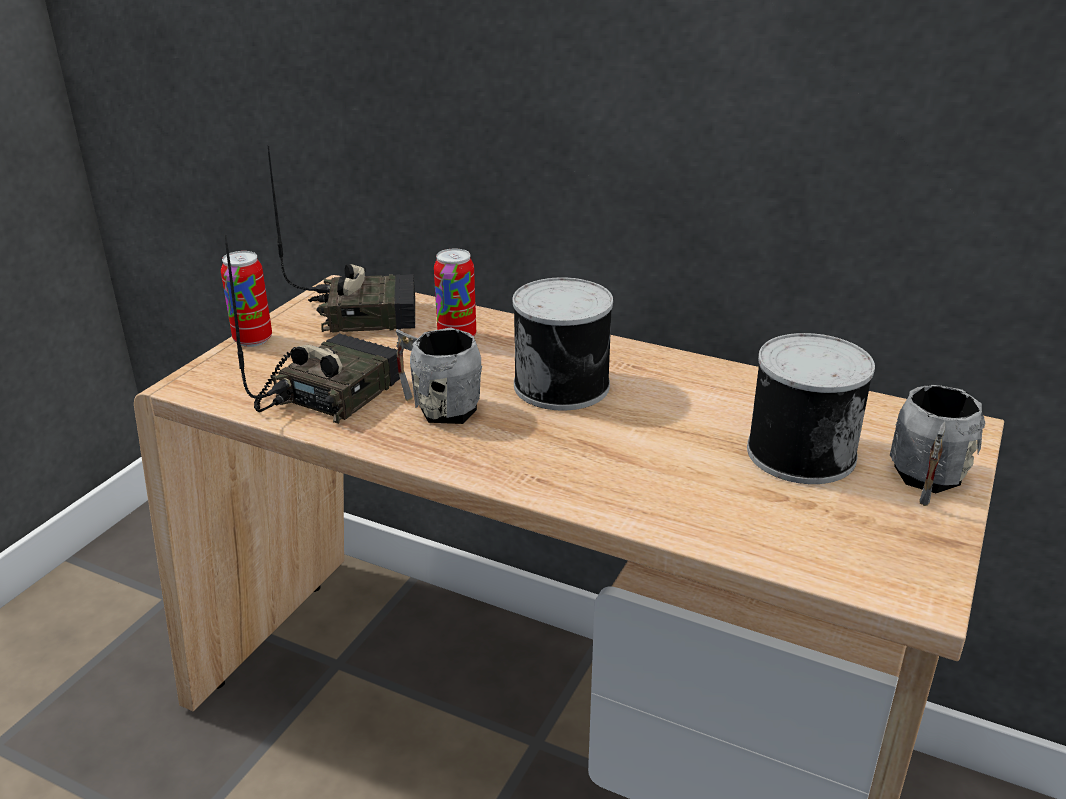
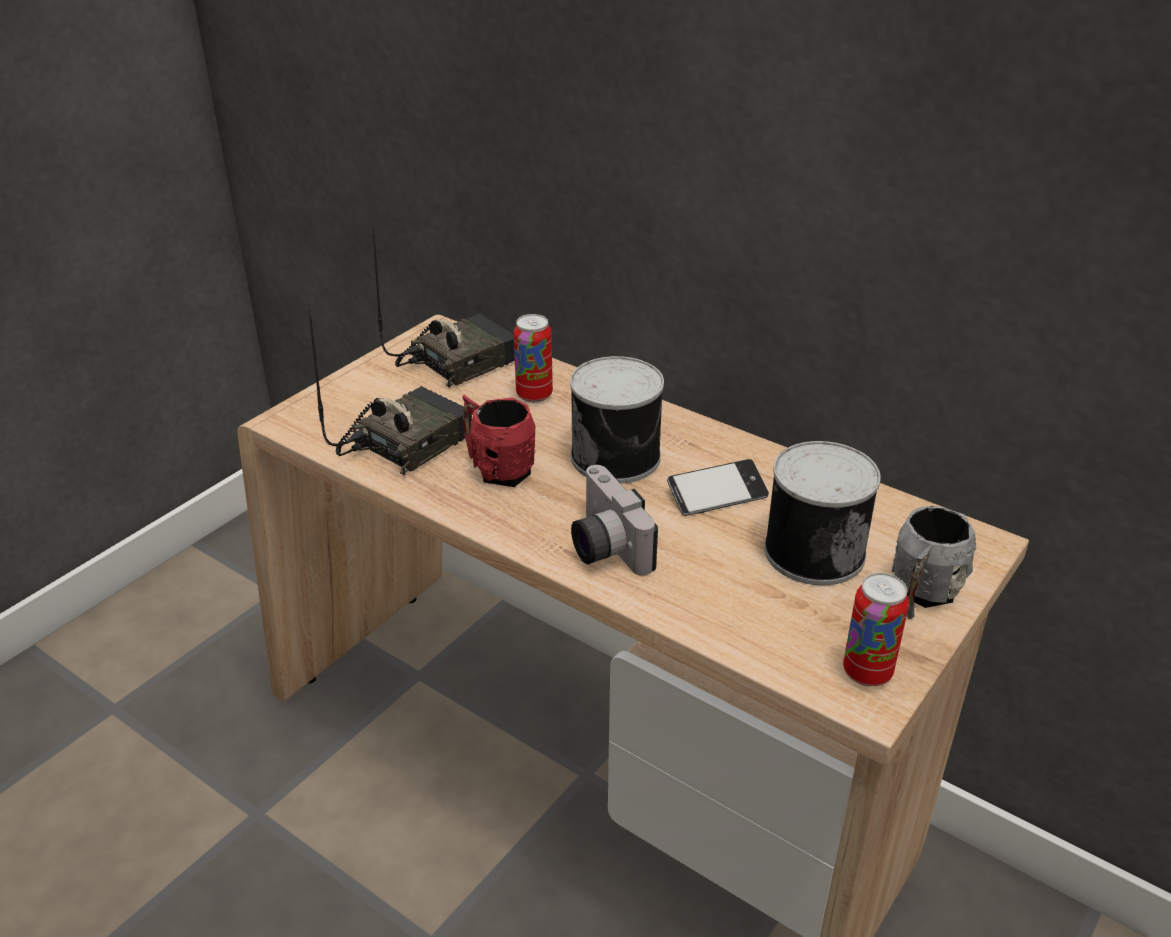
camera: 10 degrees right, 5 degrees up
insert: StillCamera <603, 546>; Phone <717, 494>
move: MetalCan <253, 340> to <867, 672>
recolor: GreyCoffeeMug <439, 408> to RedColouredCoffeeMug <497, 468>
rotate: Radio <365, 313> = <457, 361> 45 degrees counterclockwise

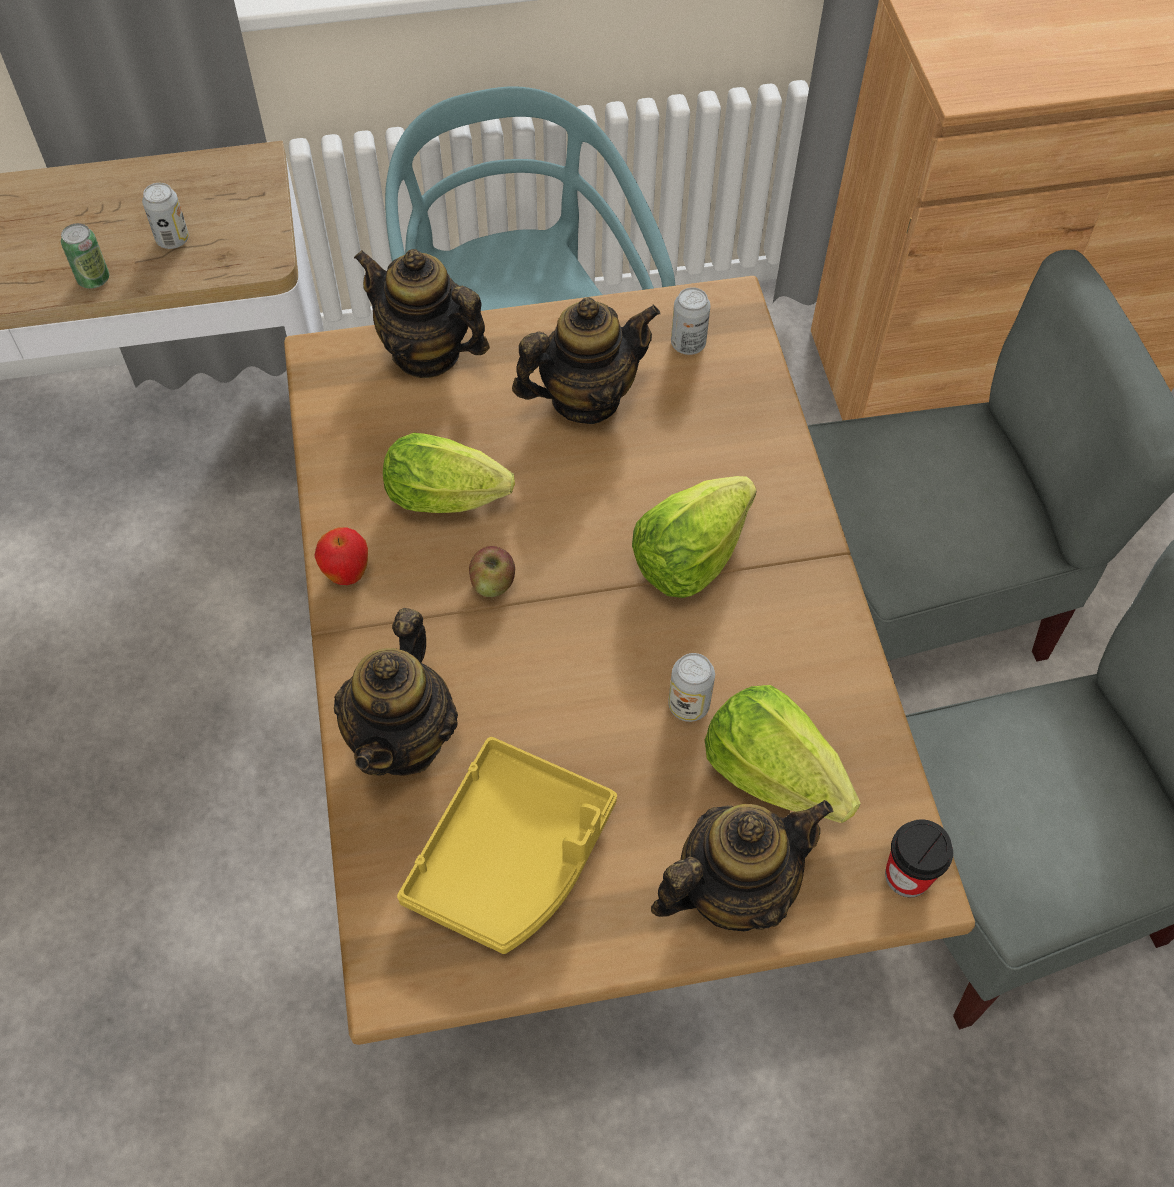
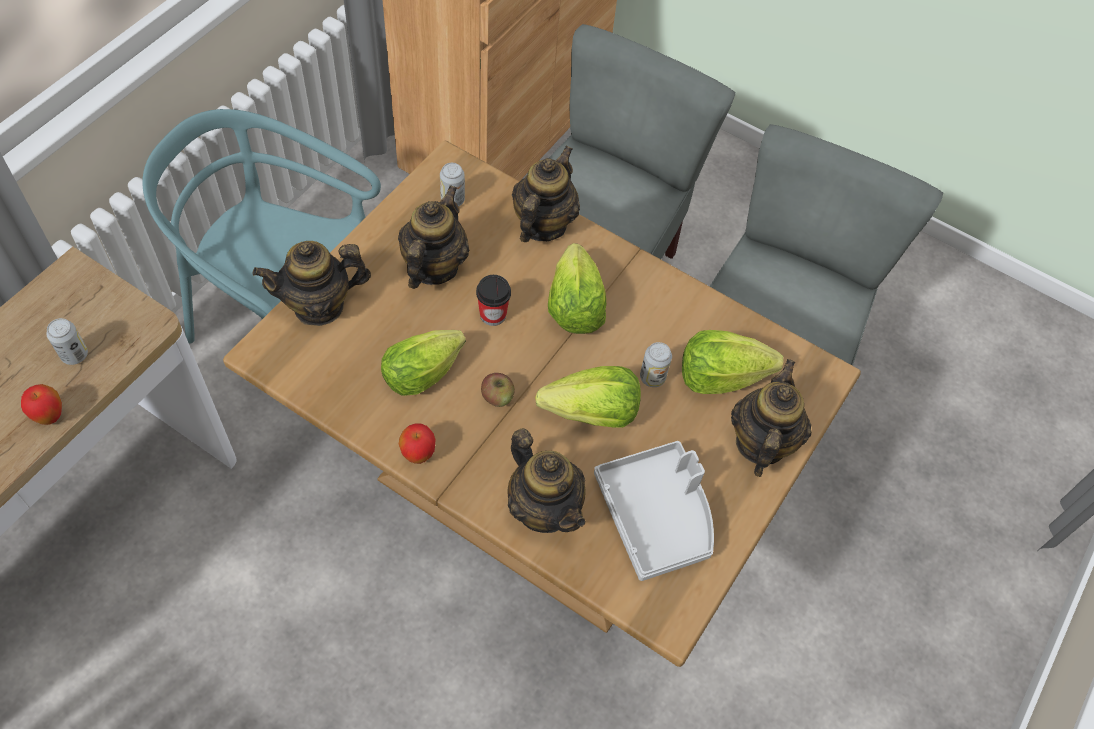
camera: 50 degrees left, 0 degrees up
insert: TeaPot <542, 224>; Lettuce <592, 414>
move: SmallCup <907, 875> to <493, 315>
replace: MetalCan <93, 279> to Apple <50, 416>
recolor: YellowCarryingTray <512, 857> to GreyCarryingTray <657, 515>

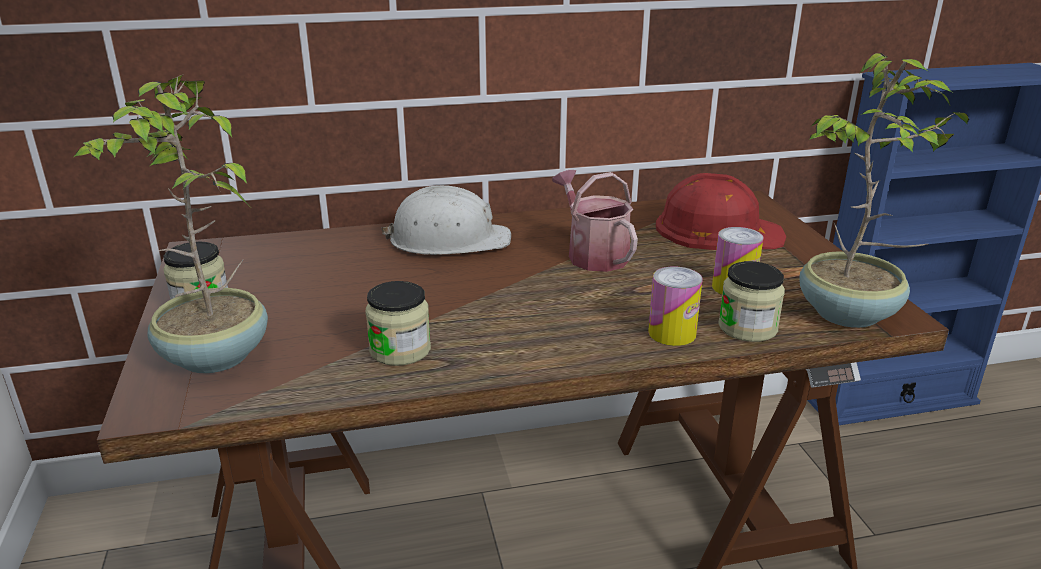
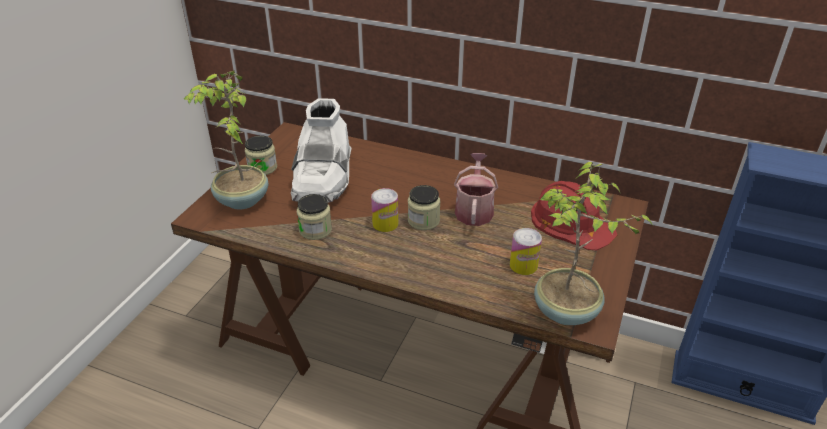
camera: 35 degrees right, 10 degrees up
delete: WhiteHardHat <449, 240>
insert: WhiteBoot <323, 179>
move: MetalCan <672, 333> to <385, 224>; Jar <747, 327> to <423, 221>

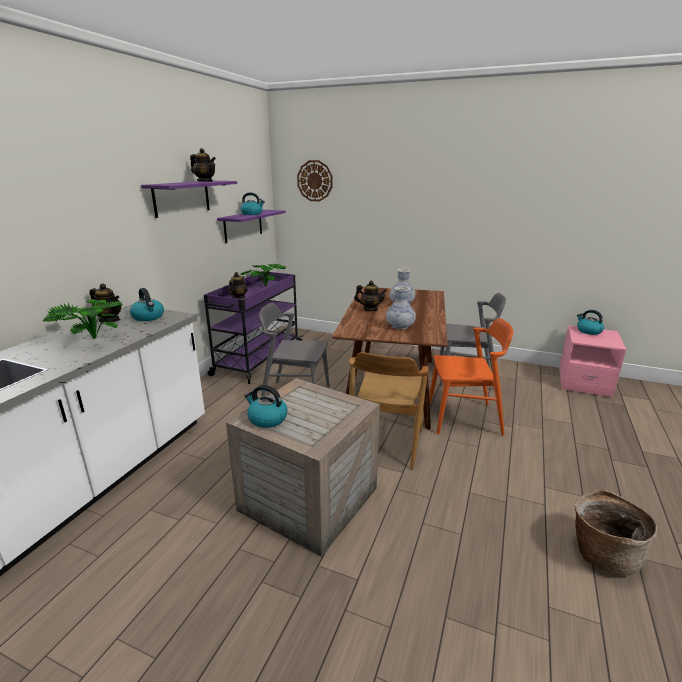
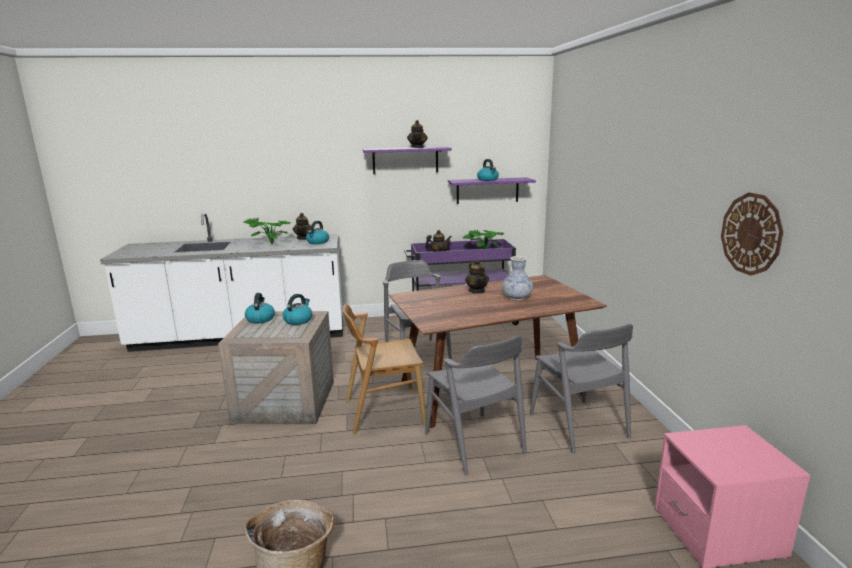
camera: 60 degrees right, 5 degrees down
delete: Vase <400, 326>
move: TeaKettle <588, 331> to <298, 320>; WallClock <315, 181> to <751, 234>
recolor: OrangePlainChair <464, 418> to GreyPlainChair <474, 443>

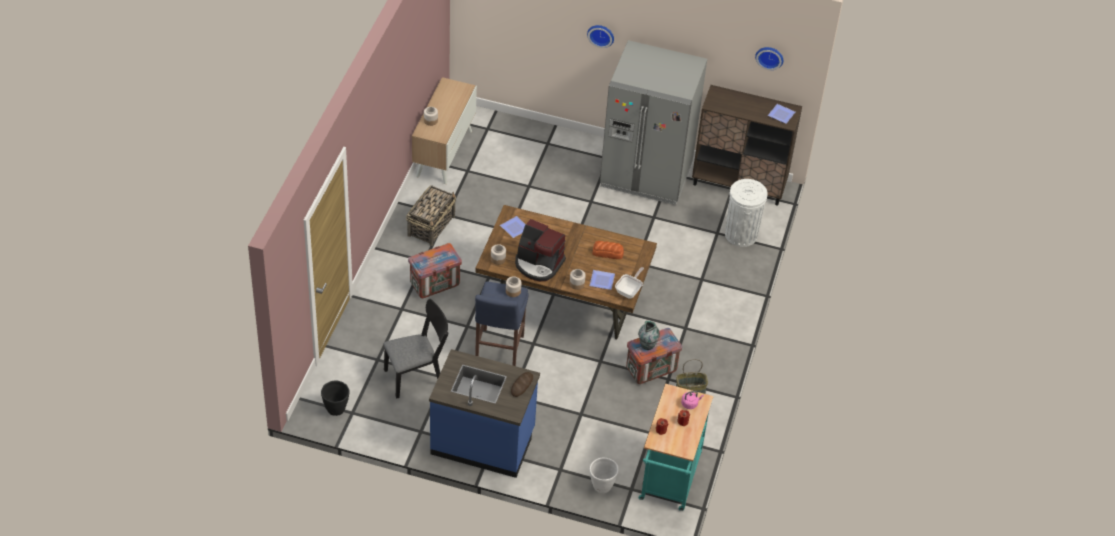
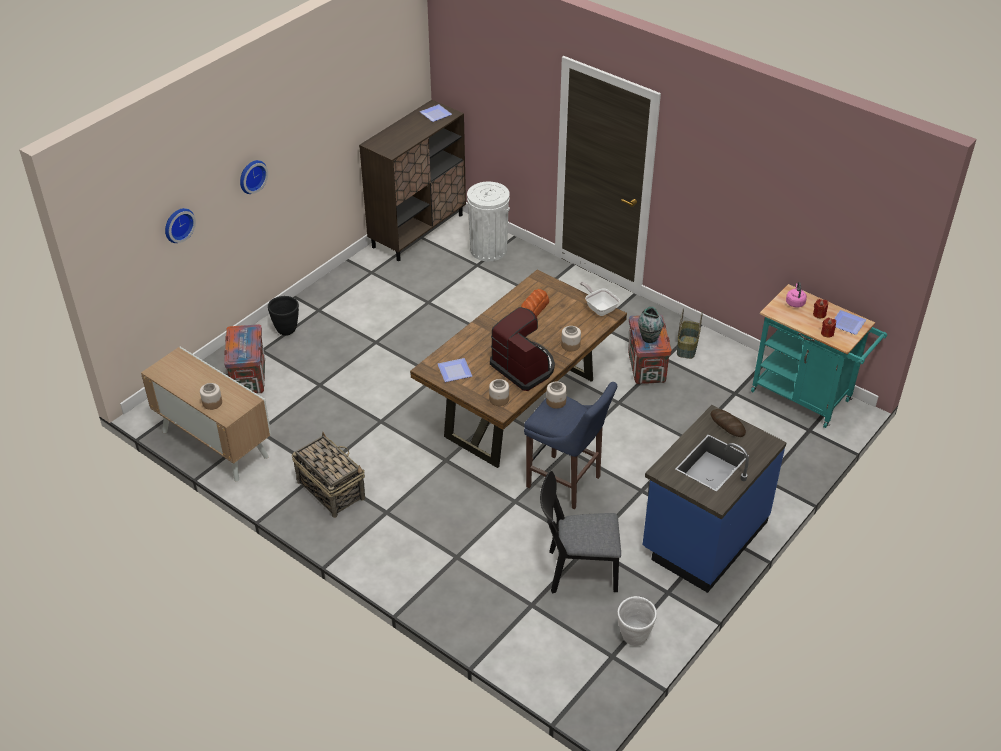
camera: 65 degrees left, 5 degrees down
delete: GreyKitchenFridge <646, 174>
move: WallClock <770, 56> to <177, 224>; ShippingCrate <435, 284> to <249, 377>; BlackishFlowerPot <336, 409> to <286, 330>; WhiteFlowerPot <601, 486> to <634, 637>; FlatDish <602, 281> to <849, 323>
rotate: CoffeeMaker <538, 264> = <524, 367> 90 degrees counterclockwise; BlackishPlainChair <417, 376> = <576, 571> 90 degrees counterclockwise

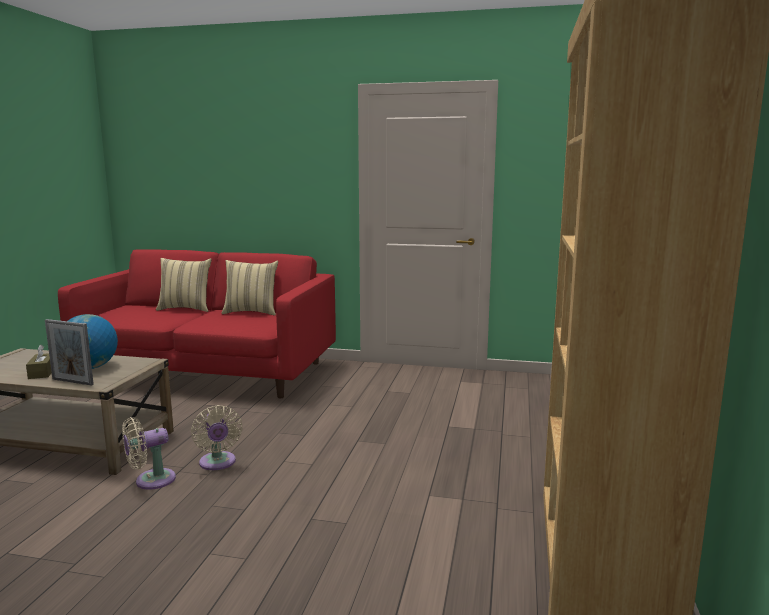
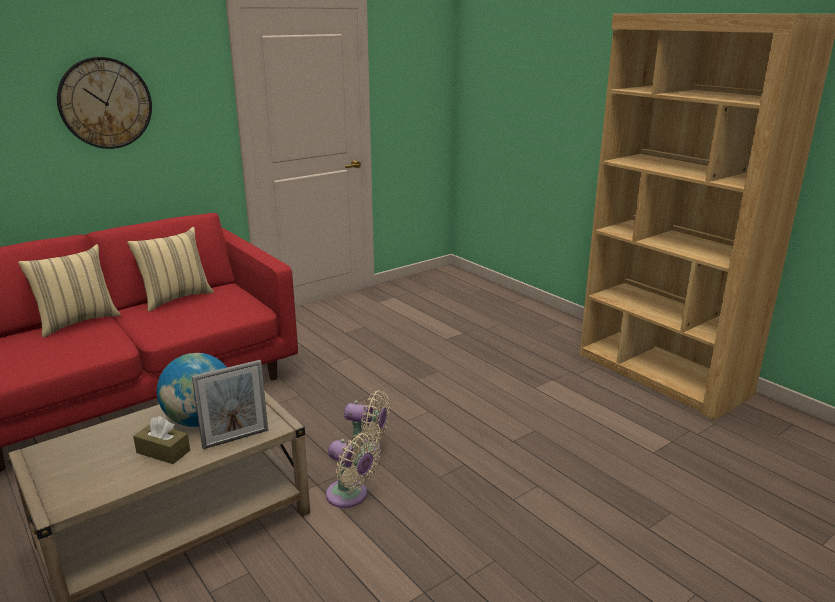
camera: 50 degrees left, 10 degrees up
insert: WallClock <105, 103>
rotate: SandColouredFan <151, 481> = <350, 496> 60 degrees counterclockwise

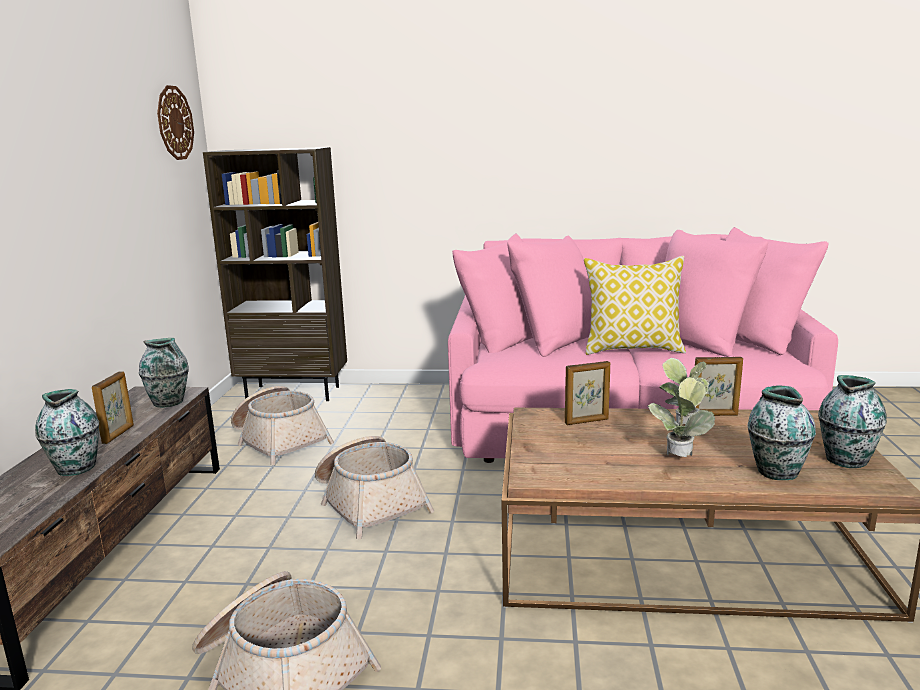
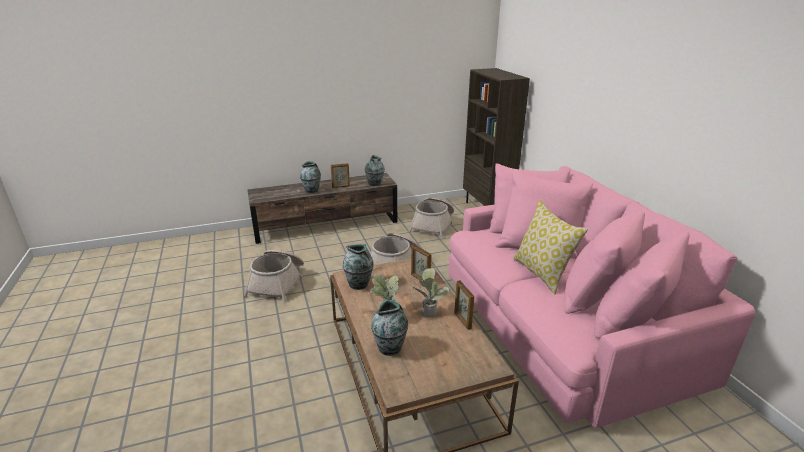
camera: 65 degrees right, 10 degrees up
delete: WallClock <175, 123>
move: Vase <846, 460> to <359, 284>

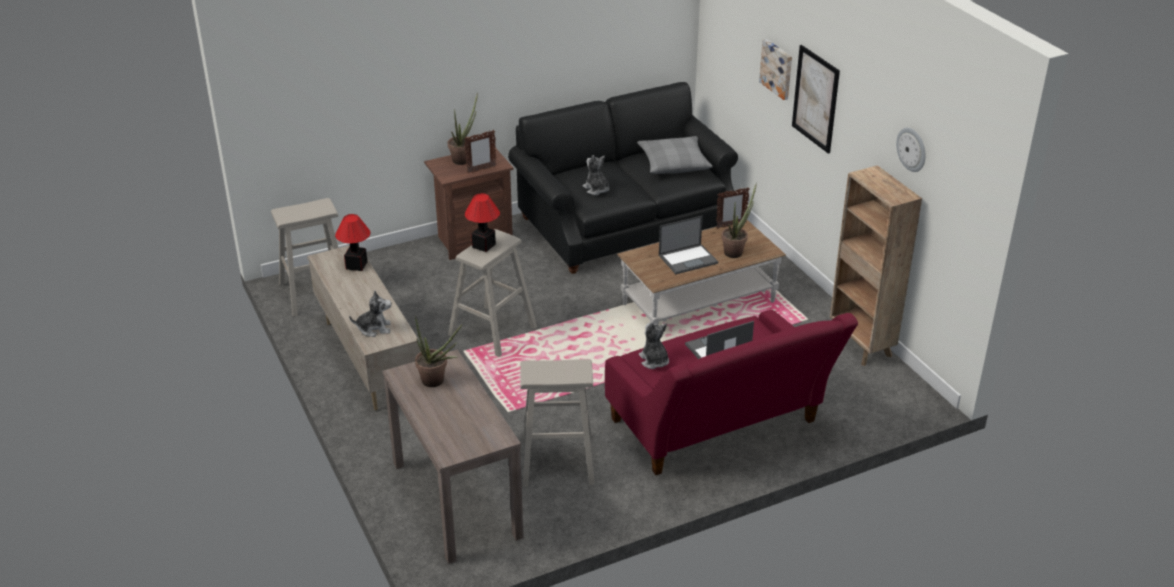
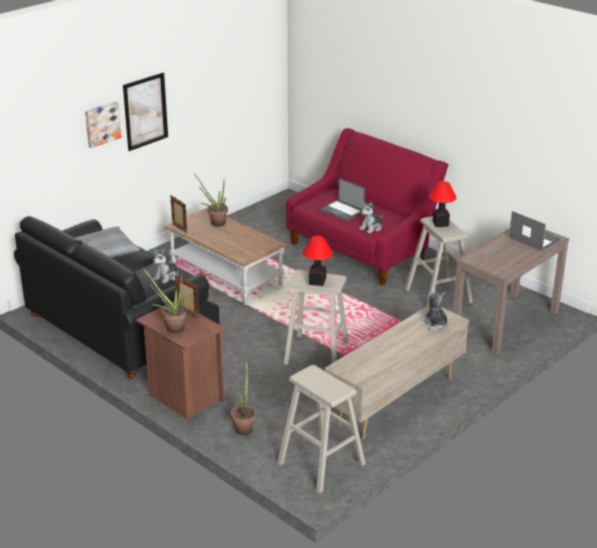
camera: 110 degrees left, 5 degrees down
delete: BrownColouredBookshelf <861, 346>; WallClock <912, 149>
move: PlantInAPot <437, 382> to <244, 427>; TableLamp <356, 266> to <441, 223>; Laptop <688, 259> to <533, 239>

